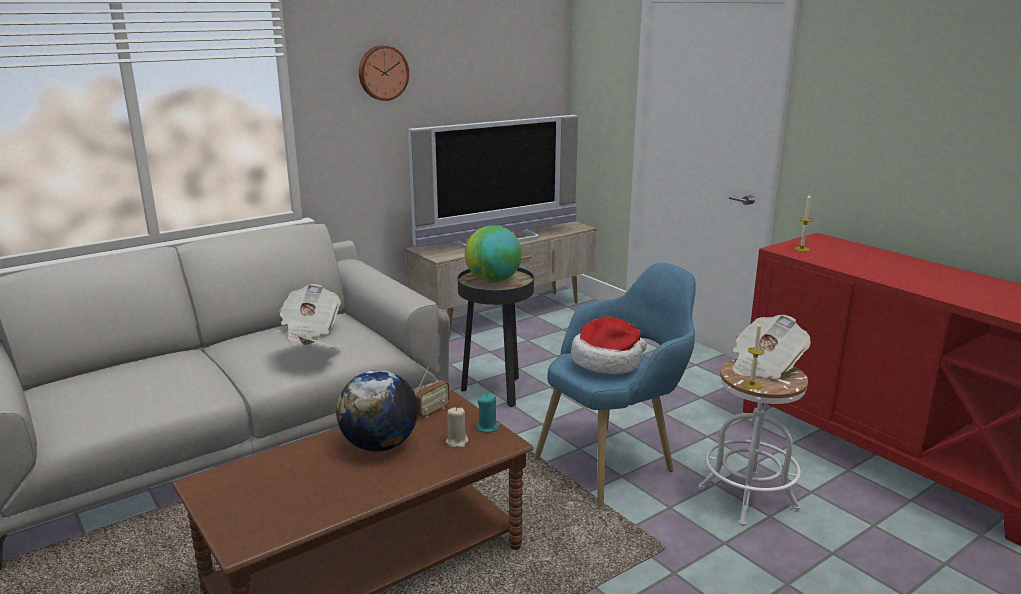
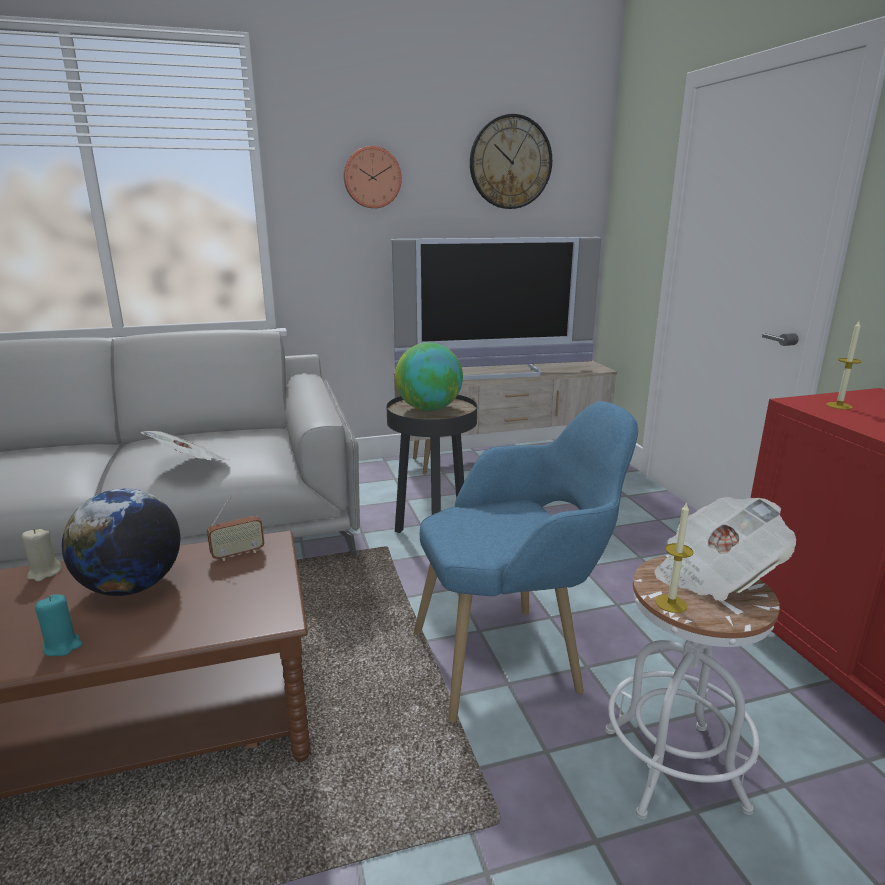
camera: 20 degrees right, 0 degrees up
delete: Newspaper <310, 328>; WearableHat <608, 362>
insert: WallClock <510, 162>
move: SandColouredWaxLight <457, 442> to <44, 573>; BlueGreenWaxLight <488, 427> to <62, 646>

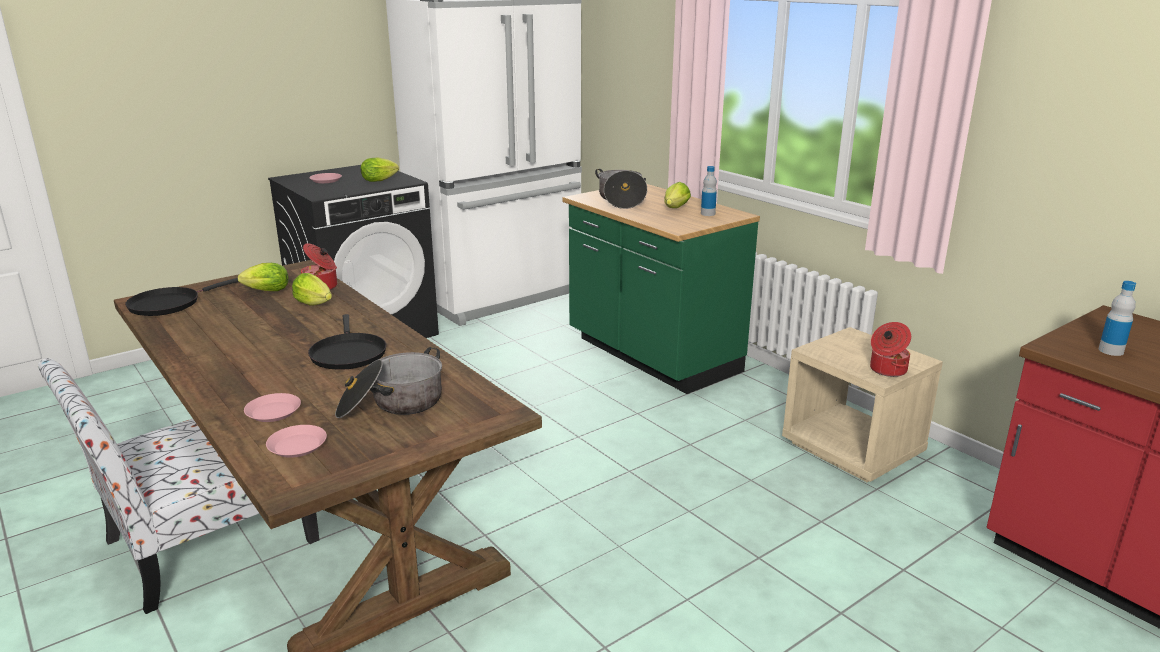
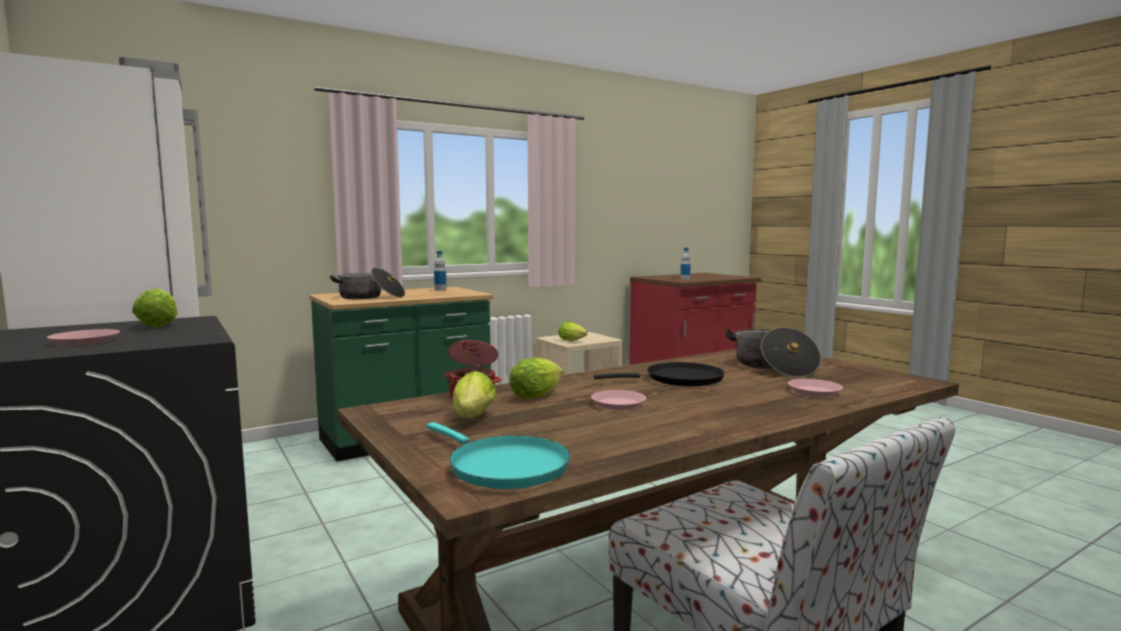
camera: 85 degrees left, 15 degrees down
delete: Stockpot <887, 370>
move: Lettuce <675, 209> to <573, 341>; PinkFlatDish <297, 446> to <618, 404>
recolor: BlackishPan <169, 304> to BlueGreenPan <503, 467>

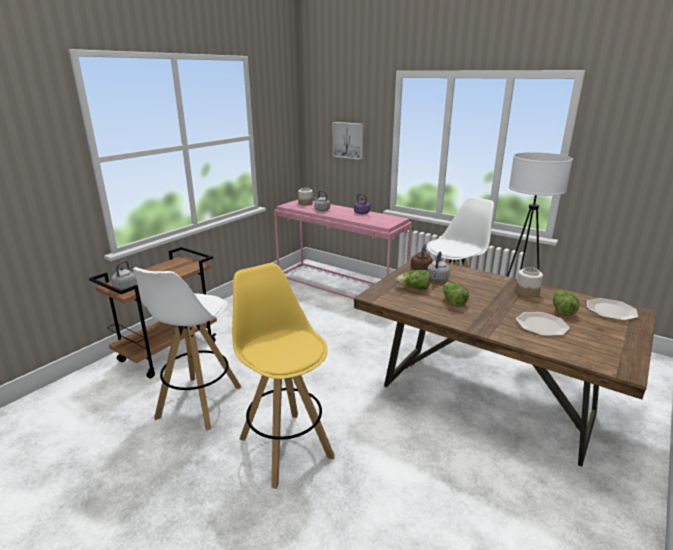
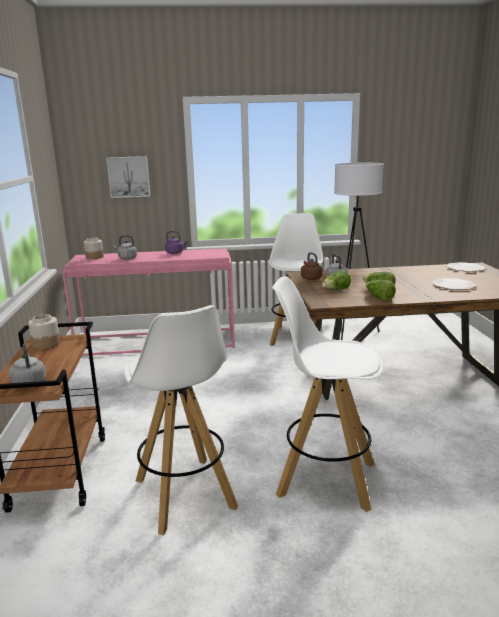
camera: 40 degrees left, 5 degrees down
move: Jar <527, 292> to <46, 344>; Lettuce <562, 310> to <379, 298>
recolor: YellowStoolSeat <285, 446> to WhiteStoolSeat <325, 479>

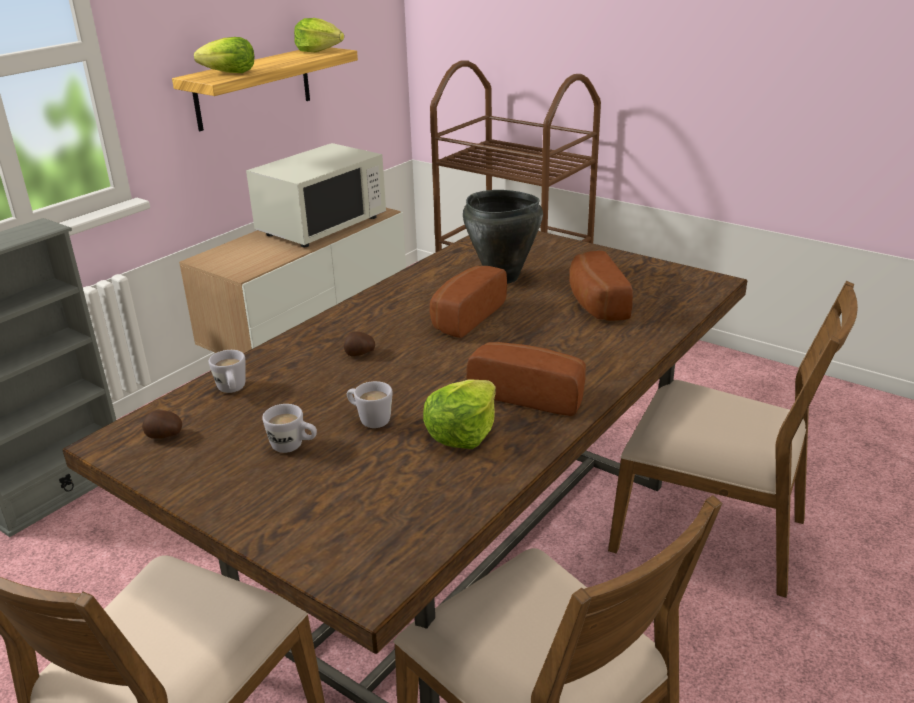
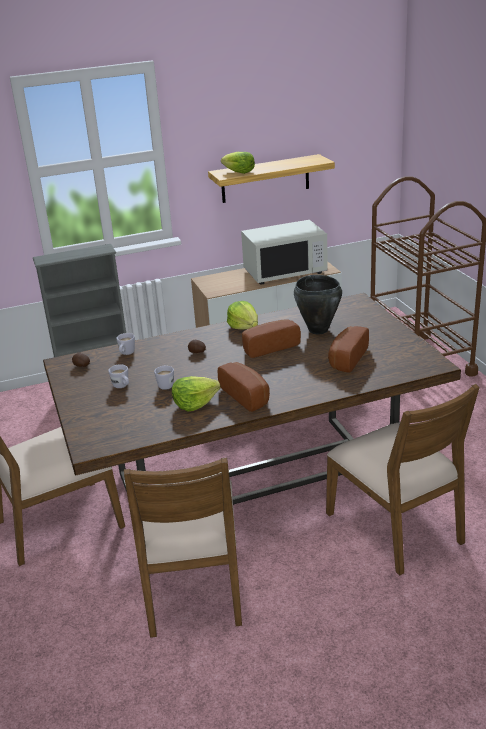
camera: 35 degrees right, 0 degrees up
move: Lettuce <319, 51> to <244, 327>

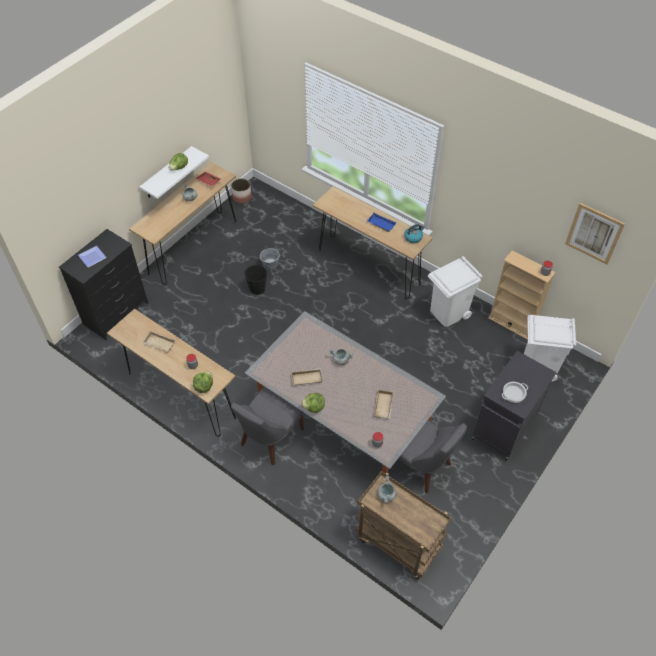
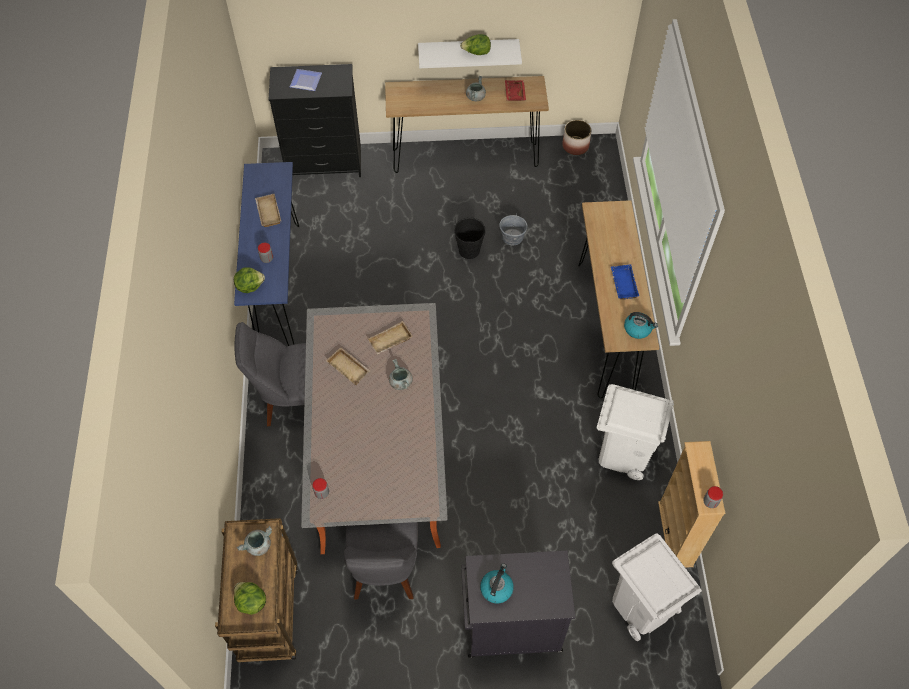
camera: 50 degrees right, 5 degrees up
delete: WallPicture <594, 233>
move: Lettuce <314, 407> to <251, 602>; SandColouredCarryingTray <384, 406> to <390, 341>
replace: Stockpot <513, 394> to TeaKettle <496, 588>
recolor: BrownColouredHallTable <181, 395> to BlueColouredHallTable <279, 287>

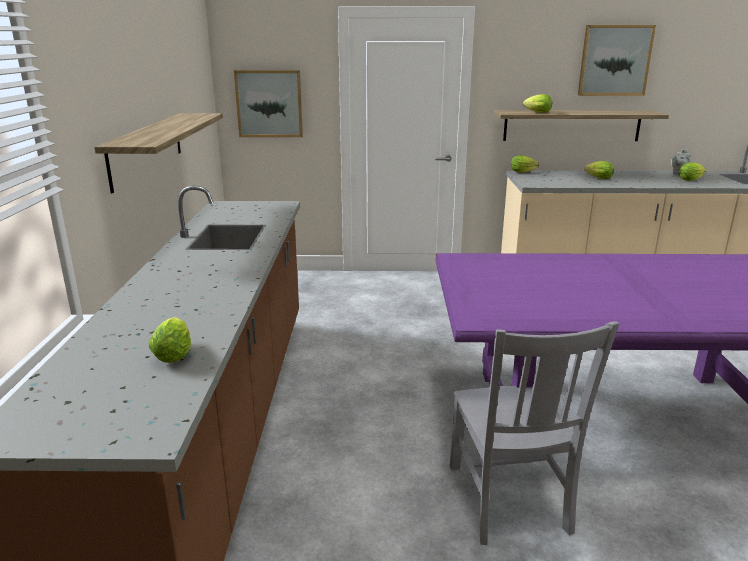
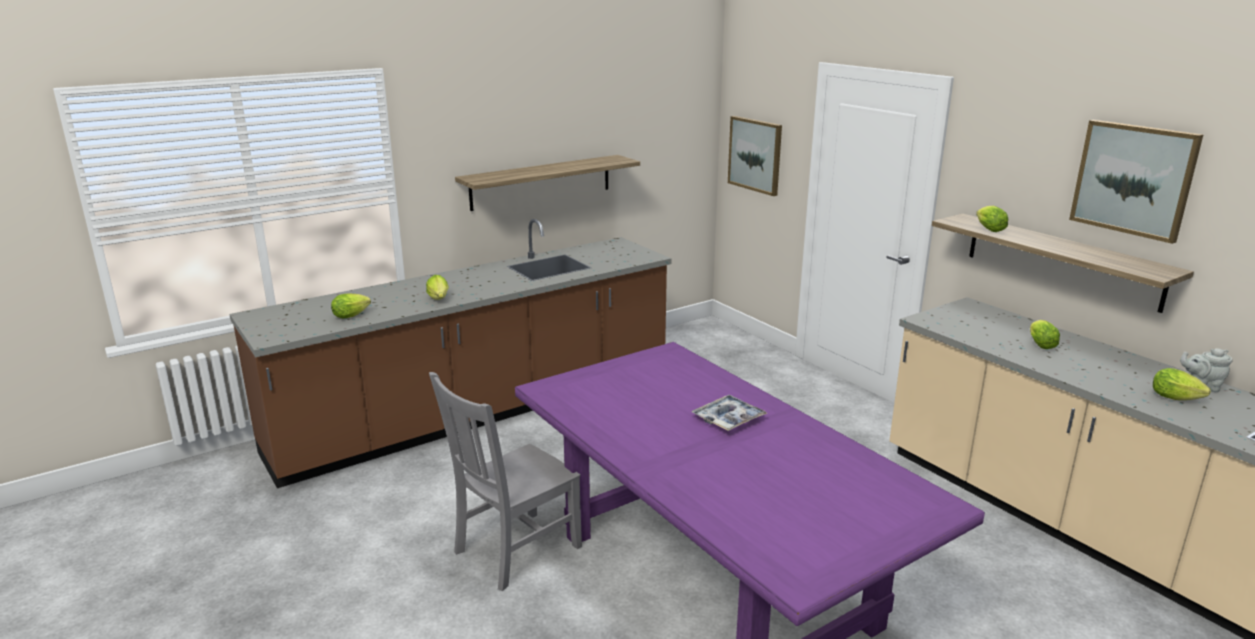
camera: 55 degrees right, 0 degrees up
insert: CarryingTray <728, 419>
move: Lettuce <524, 172> to <439, 299>

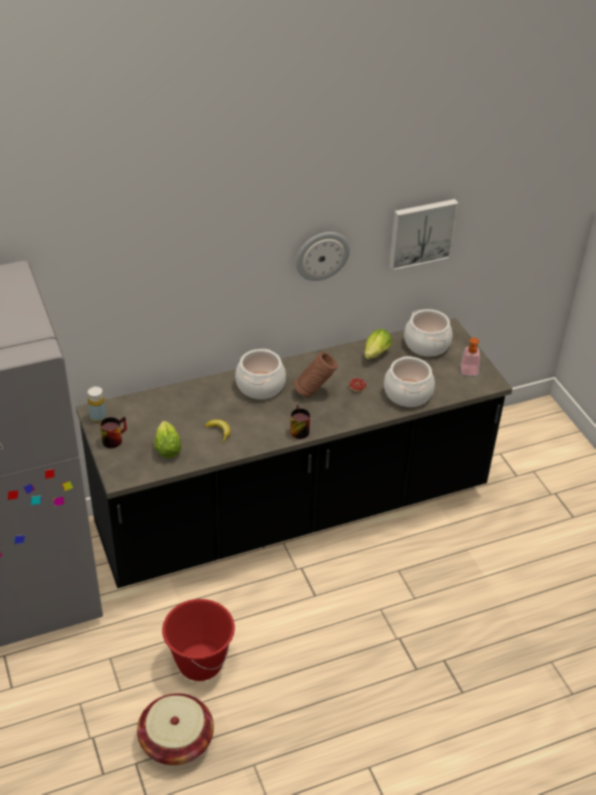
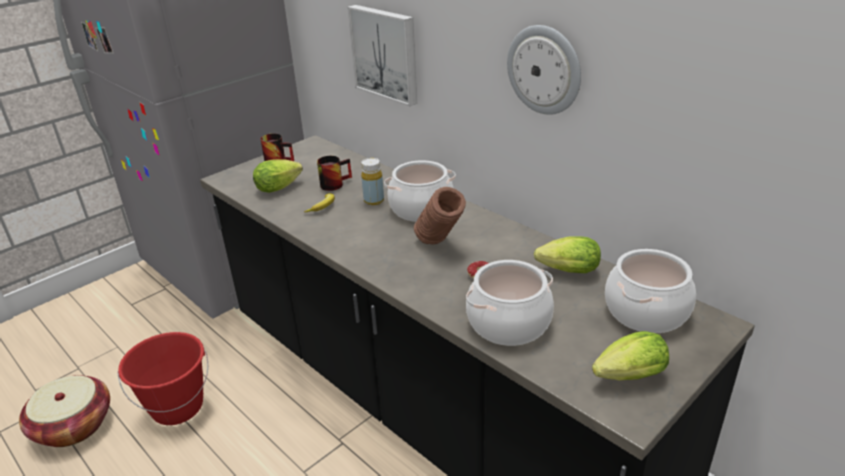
camera: 70 degrees right, 10 degrees down
move: CoffeeMug <297, 429> to <334, 183>; WallPicture <421, 233> to <386, 53>; YellowBottle <98, 417> to <374, 201>
replace: LiquidSoapBottle <469, 373> to Lettuce <626, 377>

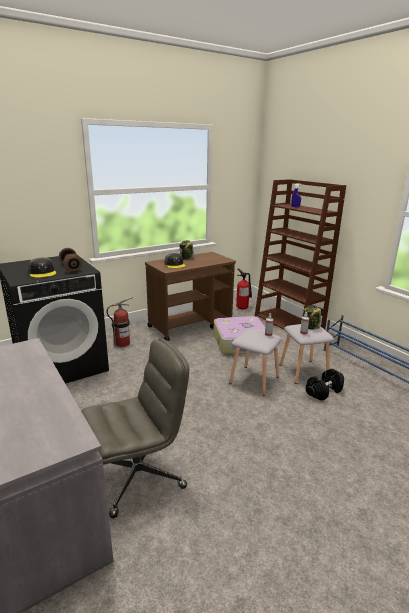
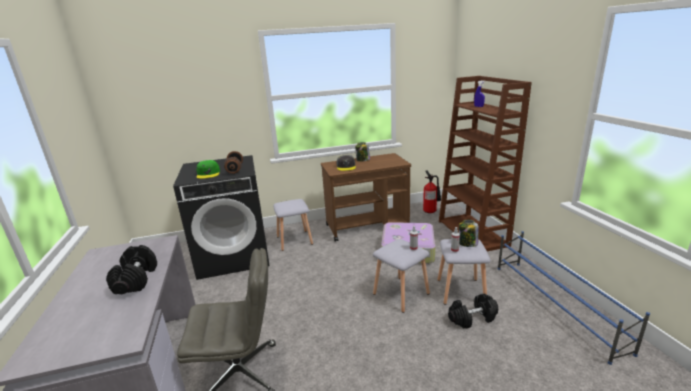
camera: 20 degrees right, 0 degrees up
insert: BlackishHandWeight <136, 280>
replace: Extinguisher <122, 343> to GreyStoolSeat <295, 240>
recolor: GreyCap <42, 272> to GreenishCap <208, 174>

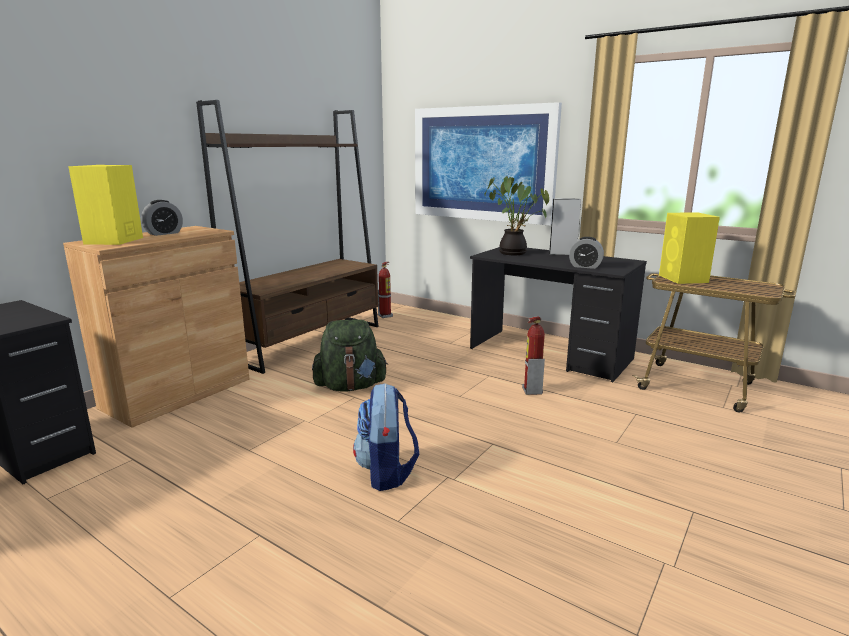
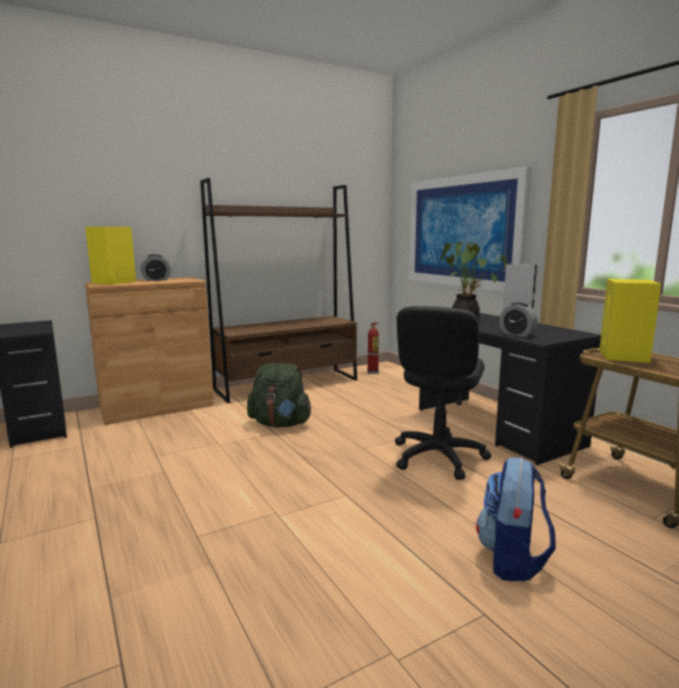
camera: 25 degrees right, 5 degrees down
move: Backpack <387, 472> to <513, 560>
replace: Extinguisher <531, 391> to BlackishOfficeChair <438, 457>

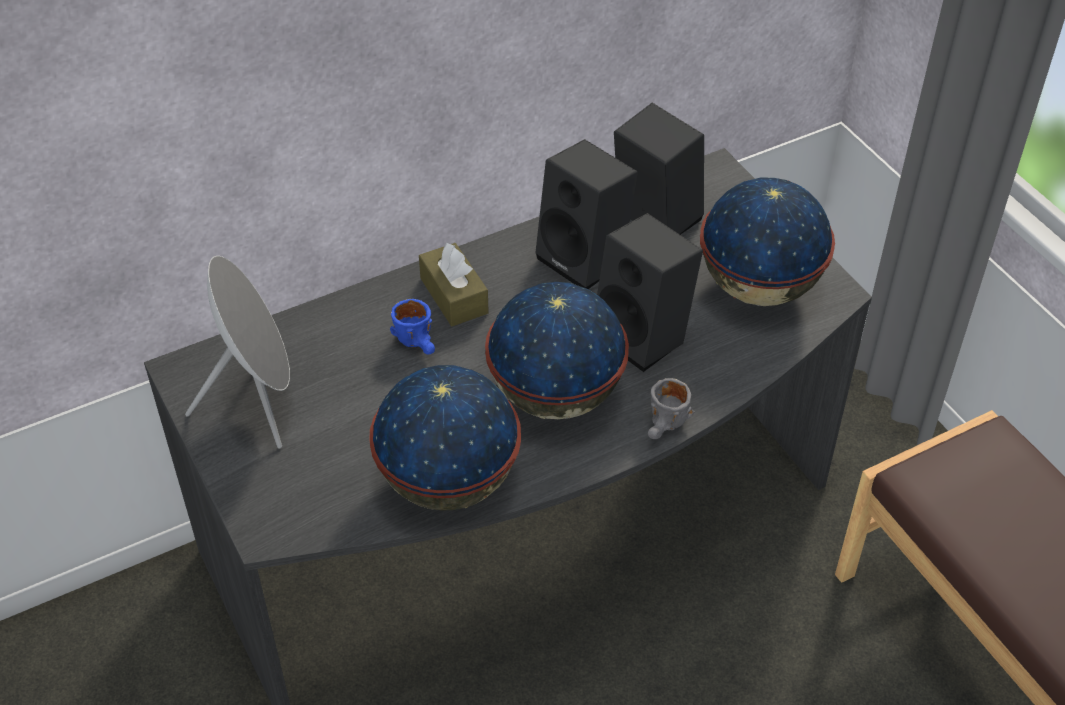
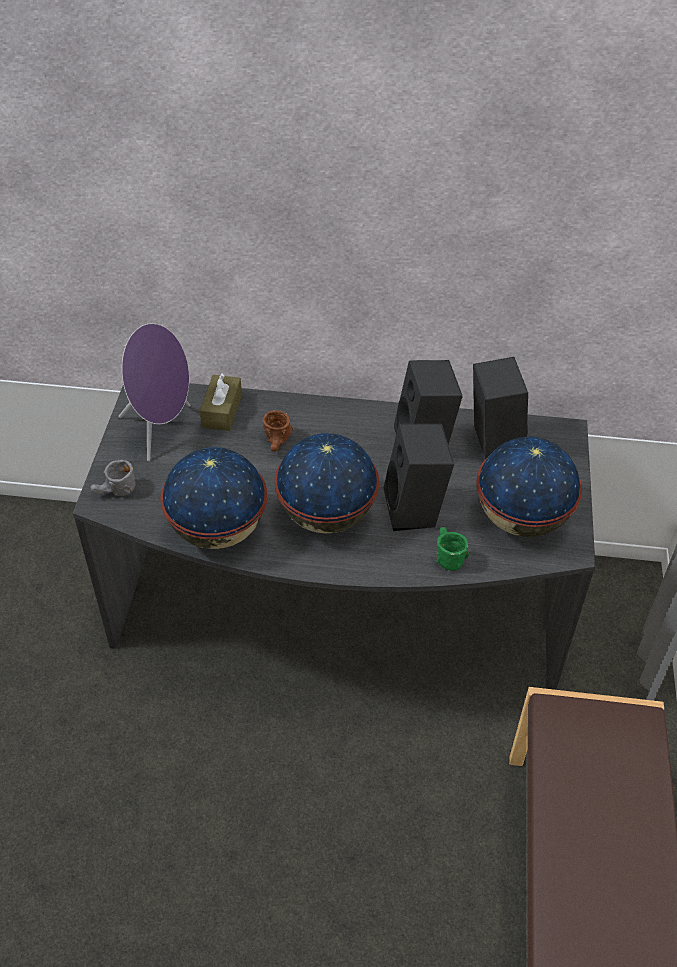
camera: 35 degrees right, 0 degrees up
insert: GreenishCoffeeMug <445, 555>
move: GreyCoffeeMug <666, 428> to <115, 493>; BrownColouredBoxOfTissues <454, 296> to <222, 411>
recolor: GreyLoudspeaker <258, 402> to PurpleLoudspeaker <161, 430>; BlueColouredCoffeeMug <420, 344> to BrownColouredCoffeeMug <278, 444>

